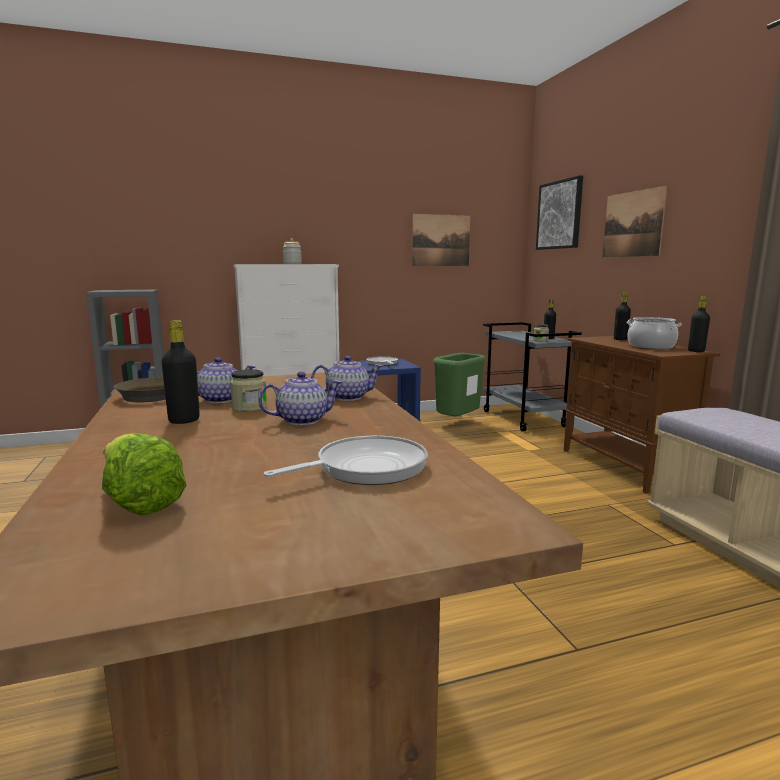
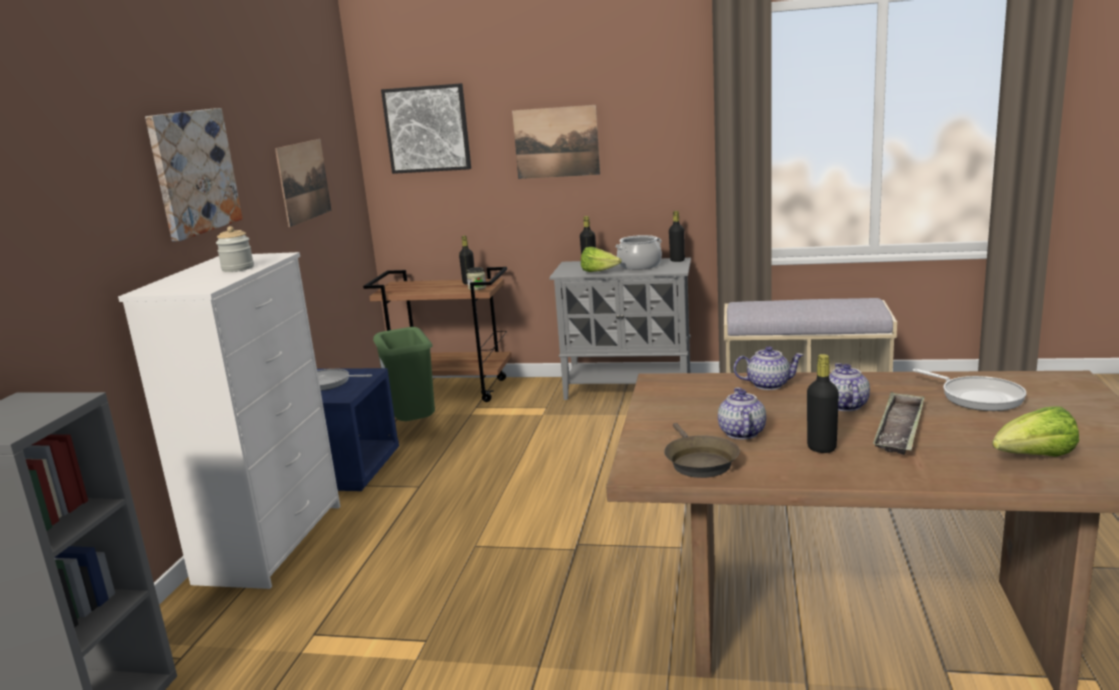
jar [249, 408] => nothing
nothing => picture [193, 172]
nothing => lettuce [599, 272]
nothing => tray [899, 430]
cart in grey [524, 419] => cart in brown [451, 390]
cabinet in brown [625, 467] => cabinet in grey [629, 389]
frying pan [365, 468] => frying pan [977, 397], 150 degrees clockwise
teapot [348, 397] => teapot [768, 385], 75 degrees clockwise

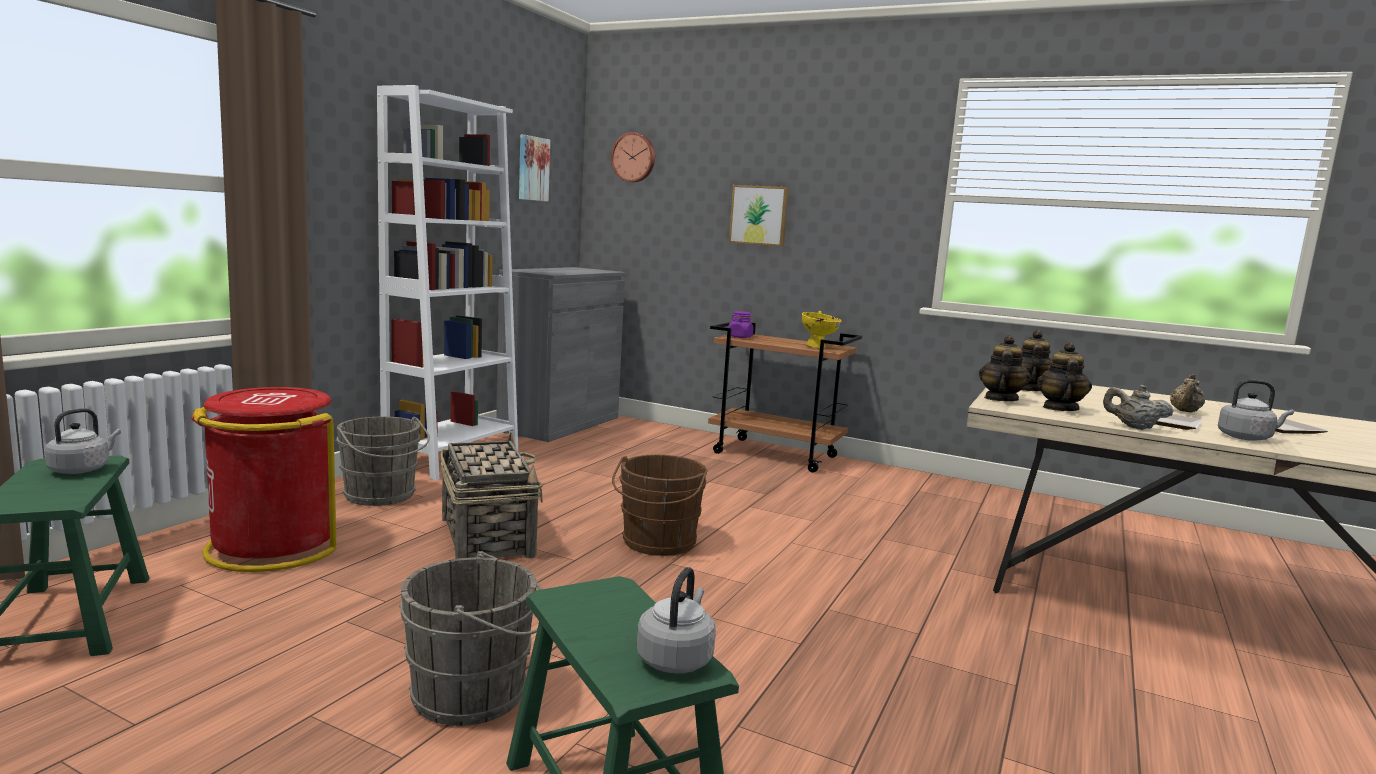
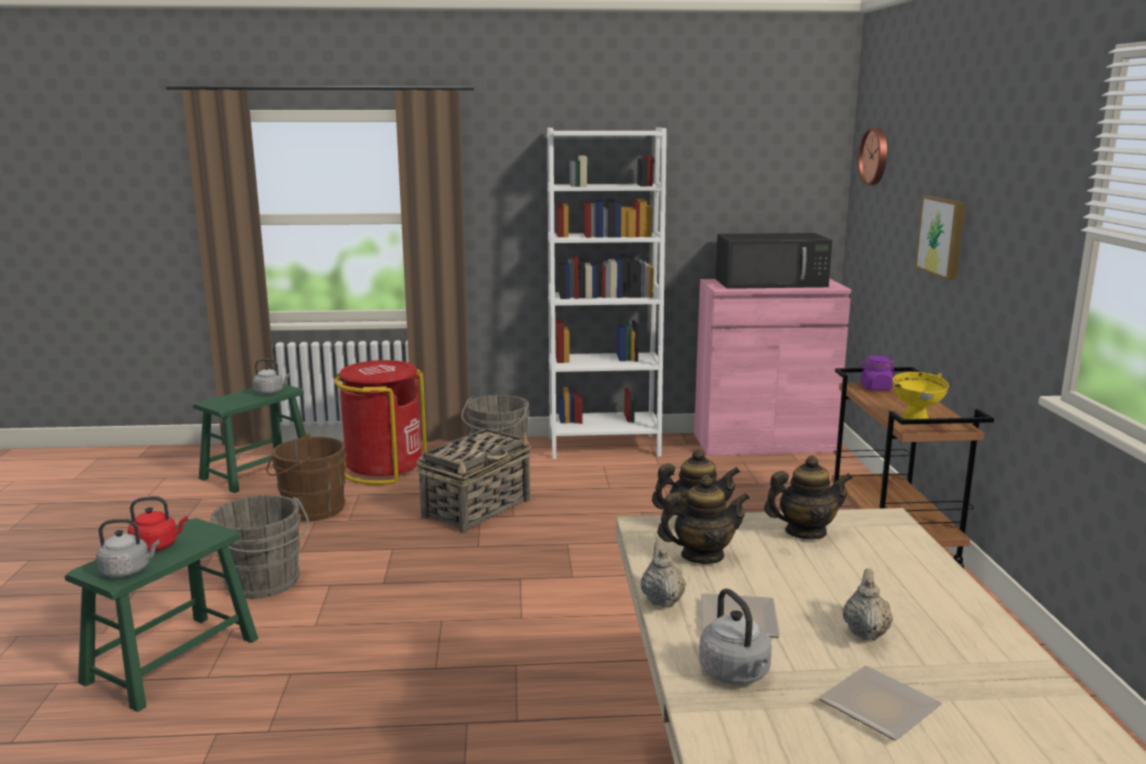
picture [532, 168] => nothing
nothing => kettle in red [157, 546]
nothing => microwave in black [772, 283]
bucket in brown [657, 543] => bucket in brown [309, 509], move
cabinet in grey [560, 424] => cabinet in pink [763, 442]
teapot in beige [1184, 412] => teapot in beige [865, 632], 105 degrees clockwise

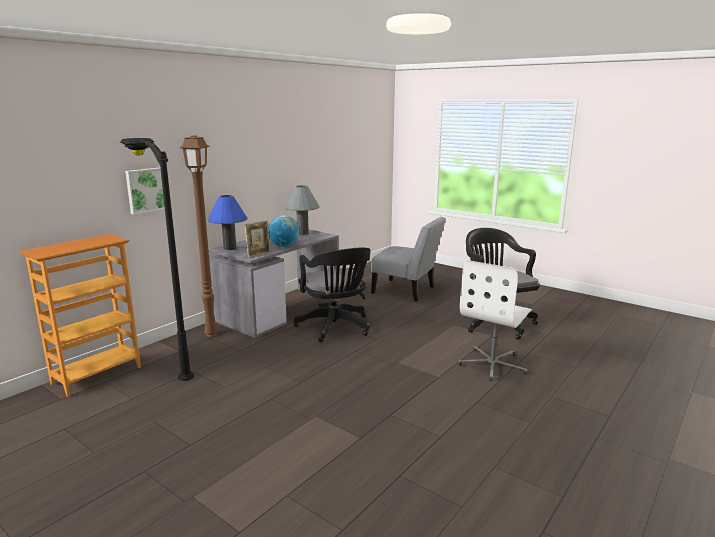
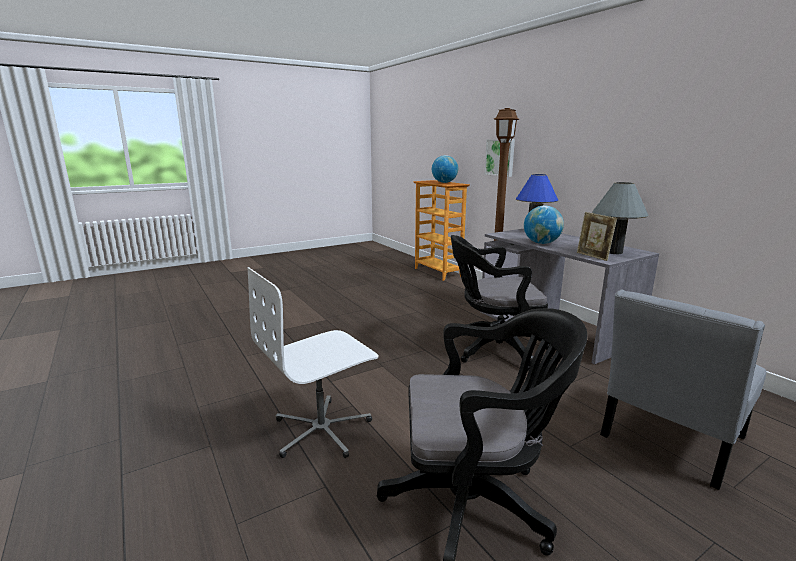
floor lamp in black [169, 359] => nothing
nothing => globe [444, 182]
picture frame [259, 254] => picture frame [593, 256], move
office chair in white [493, 365] => office chair in white [322, 430], 90 degrees counterclockwise

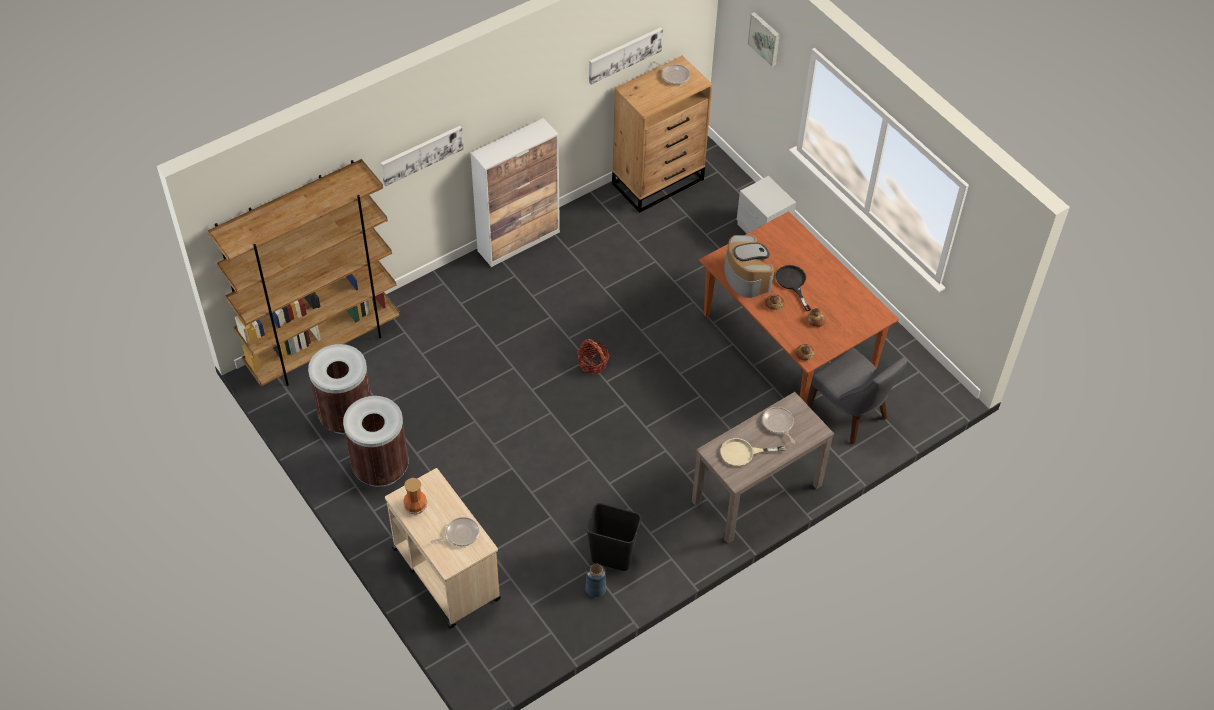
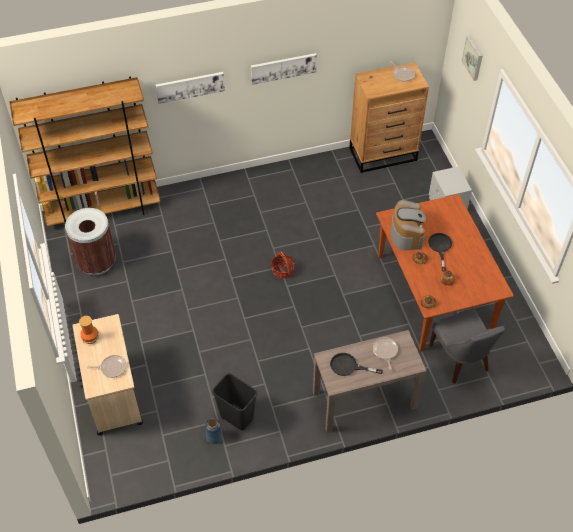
trash can in brown [381, 468] => nothing
cabinet [519, 241] => nothing
picture [624, 54] => picture [283, 68], move
frying pan in beige [743, 453] => frying pan in black [348, 366]

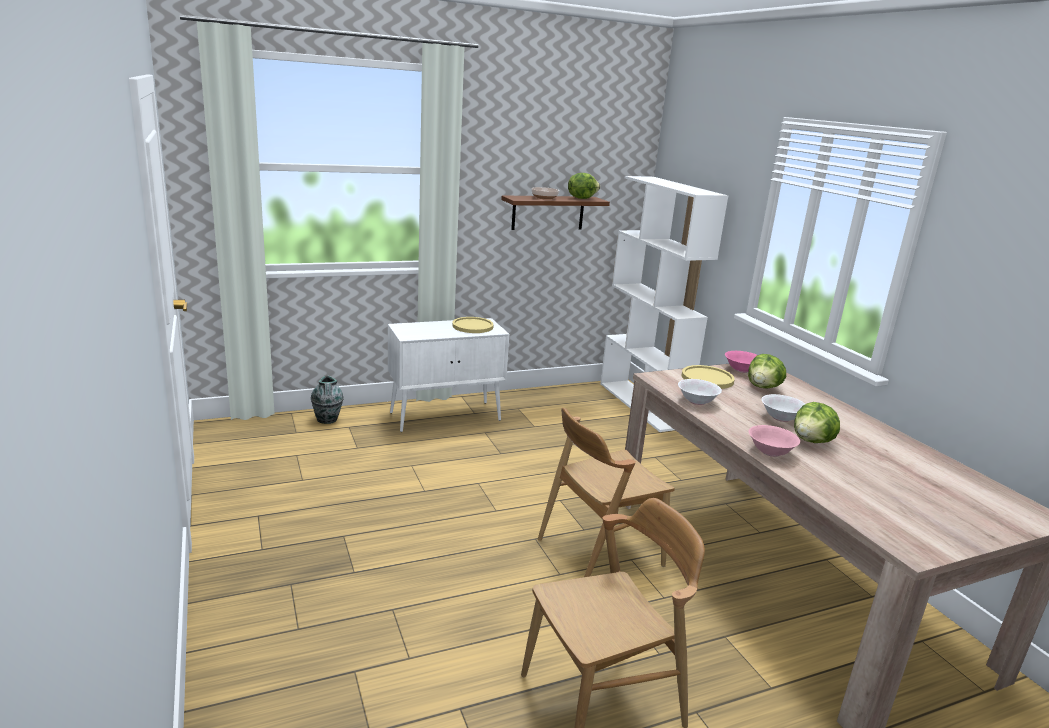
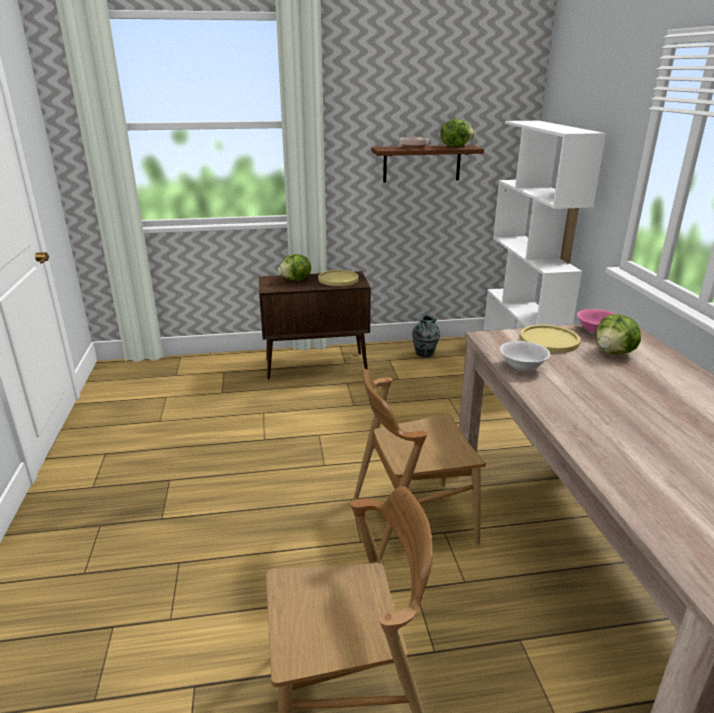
bowl in pink [770, 452] => nothing
bowl in white [781, 418] => nothing
vase [327, 420] => vase [424, 354], move
lettuce [812, 441] => lettuce [296, 280], move
cabinet in white [446, 416] => cabinet in brown [317, 365]

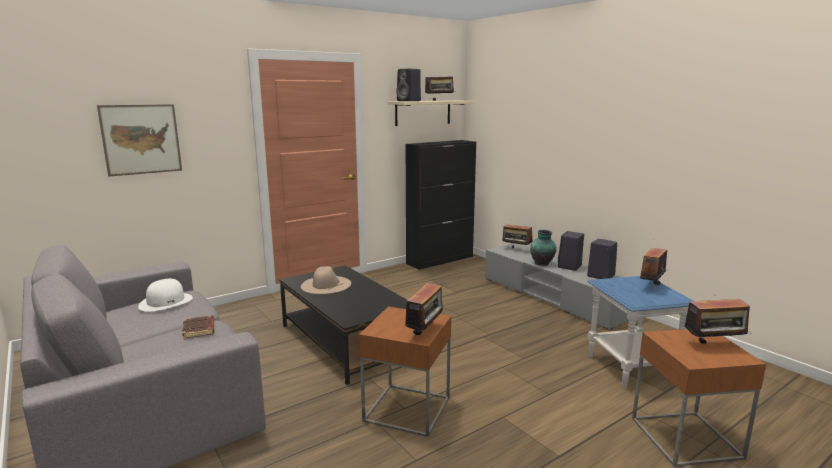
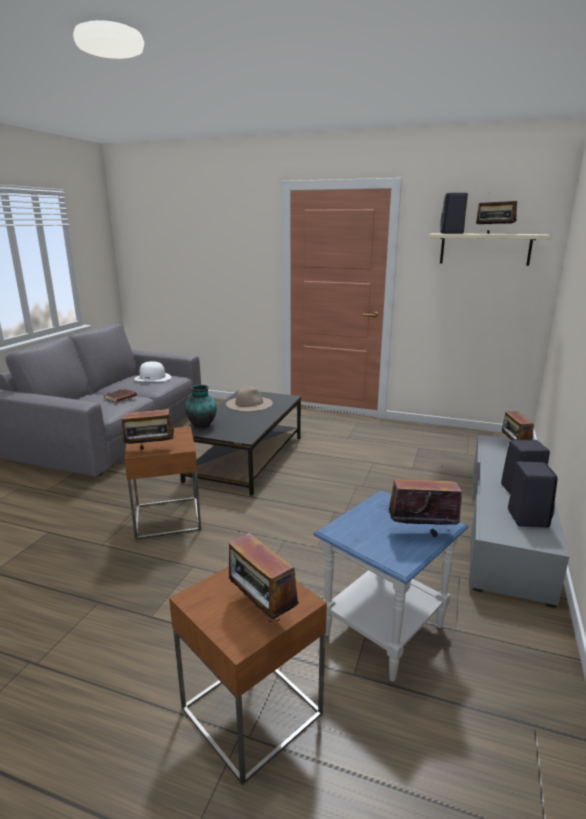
picture [141, 139] => nothing
cabinet in black [440, 260] => nothing
vase [542, 263] => vase [202, 426], move

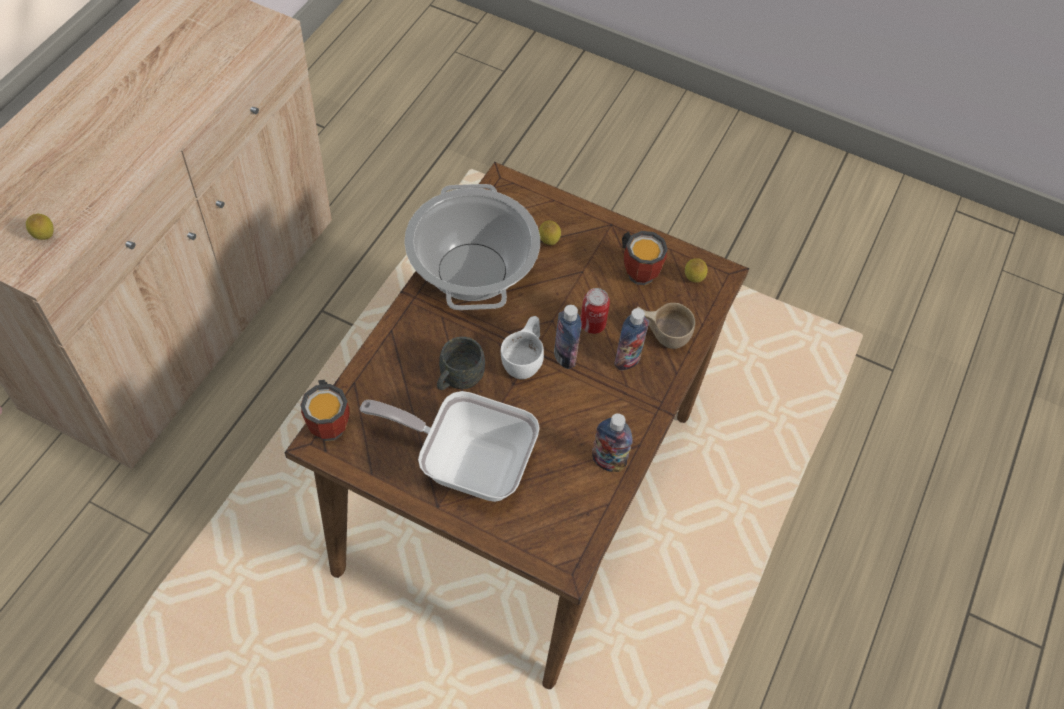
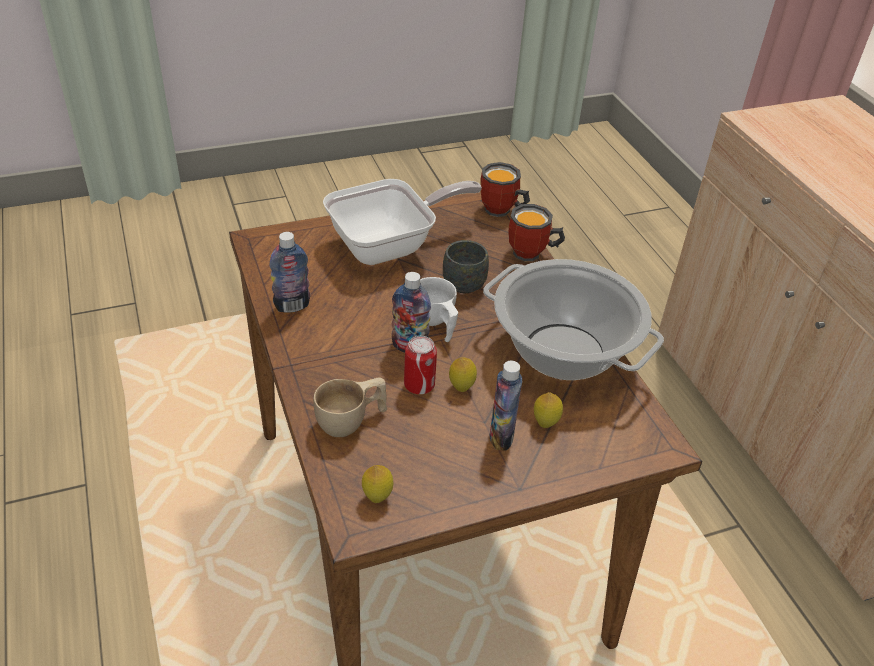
lemon [45, 237] => lemon [461, 387], move
bottle [627, 360] => bottle [501, 437], move
mug [639, 269] => mug [532, 255], move

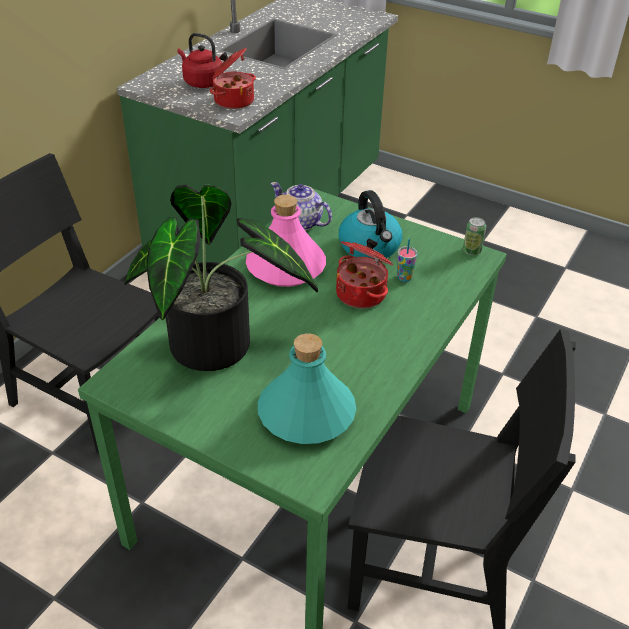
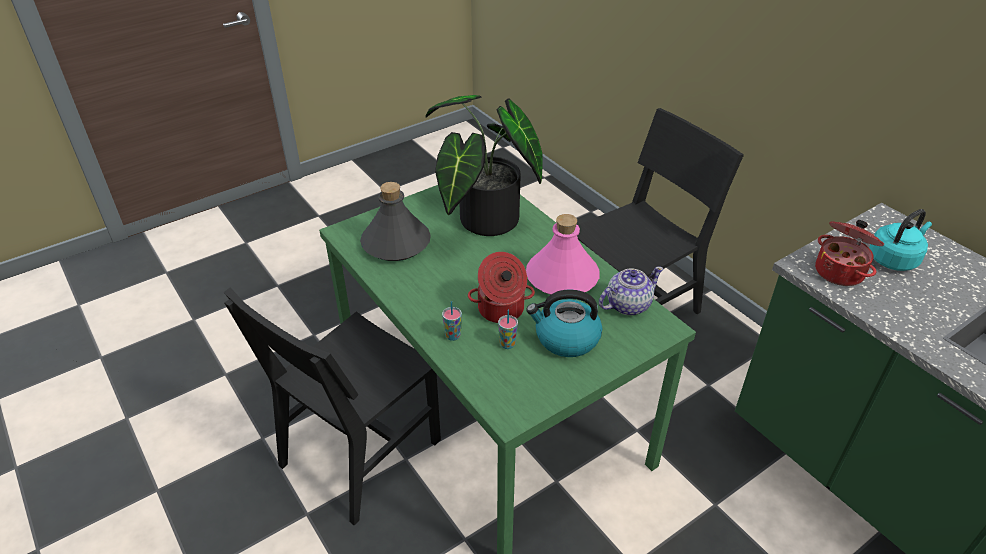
can [472, 251] => nothing
nothing => cup [453, 336]
kettle in red [201, 82] => kettle in turquoise [894, 259]
bottle in turquoise [306, 413] => bottle in grey [396, 243]

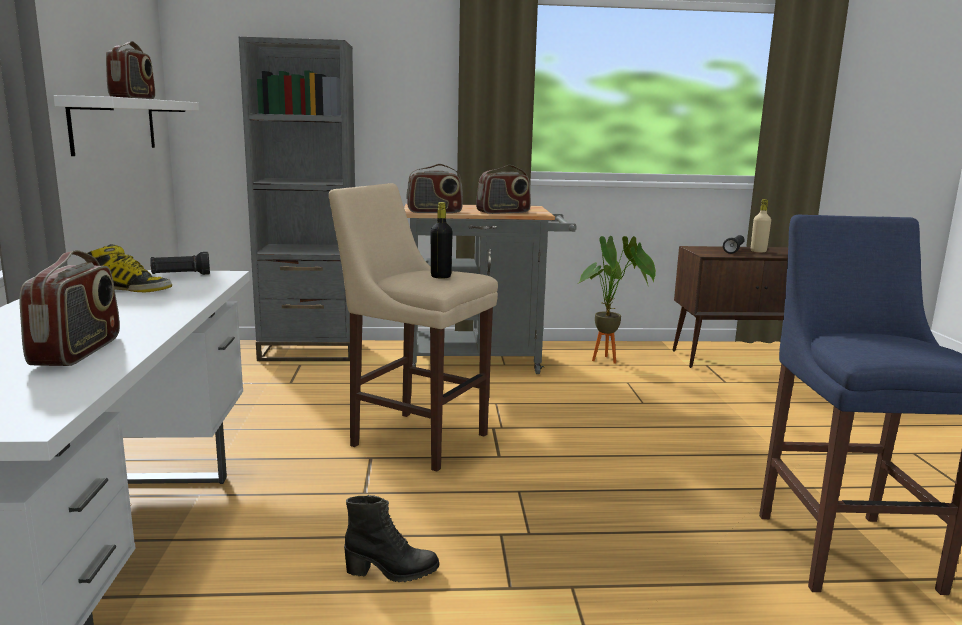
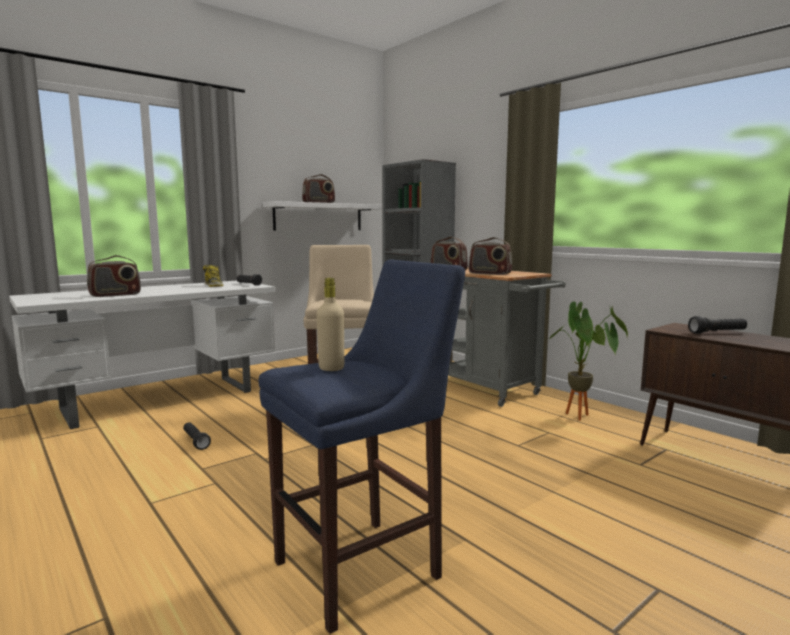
bottle in black [441, 276] => nothing
bottle in beige [758, 251] => bottle in beige [331, 368], move
boot in black [392, 572] => flashlight in black [195, 441]

